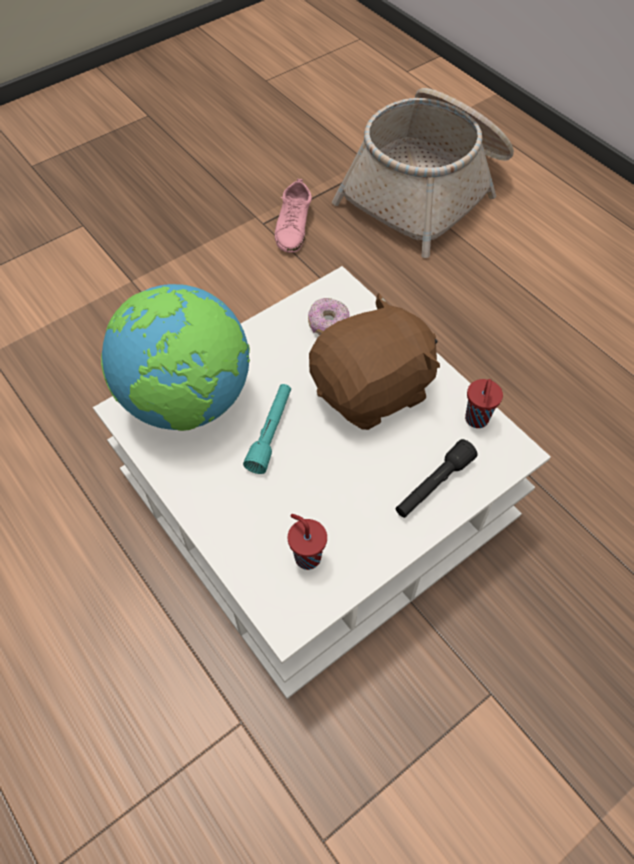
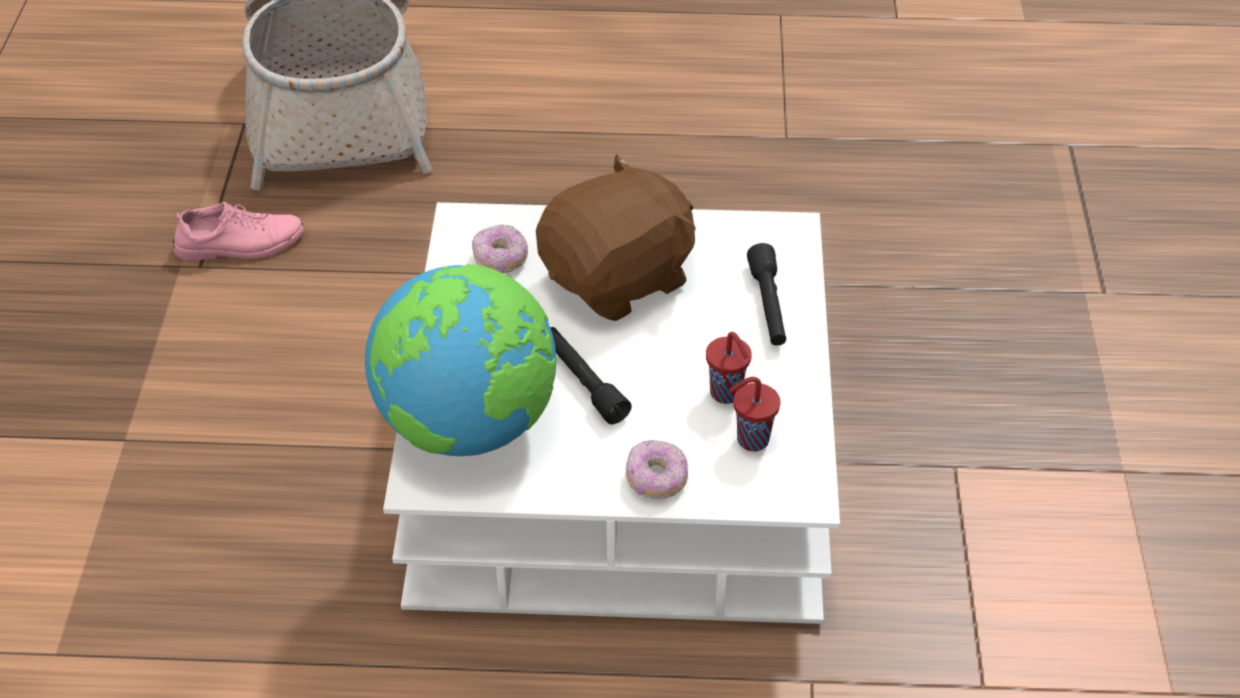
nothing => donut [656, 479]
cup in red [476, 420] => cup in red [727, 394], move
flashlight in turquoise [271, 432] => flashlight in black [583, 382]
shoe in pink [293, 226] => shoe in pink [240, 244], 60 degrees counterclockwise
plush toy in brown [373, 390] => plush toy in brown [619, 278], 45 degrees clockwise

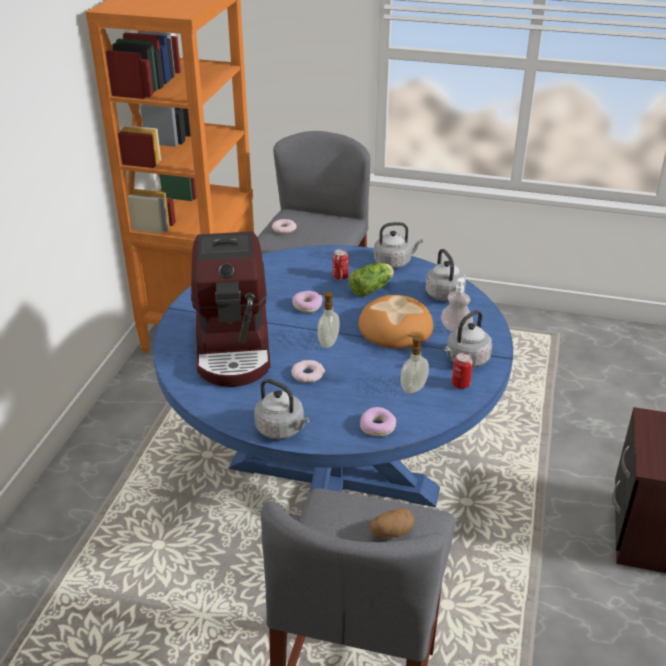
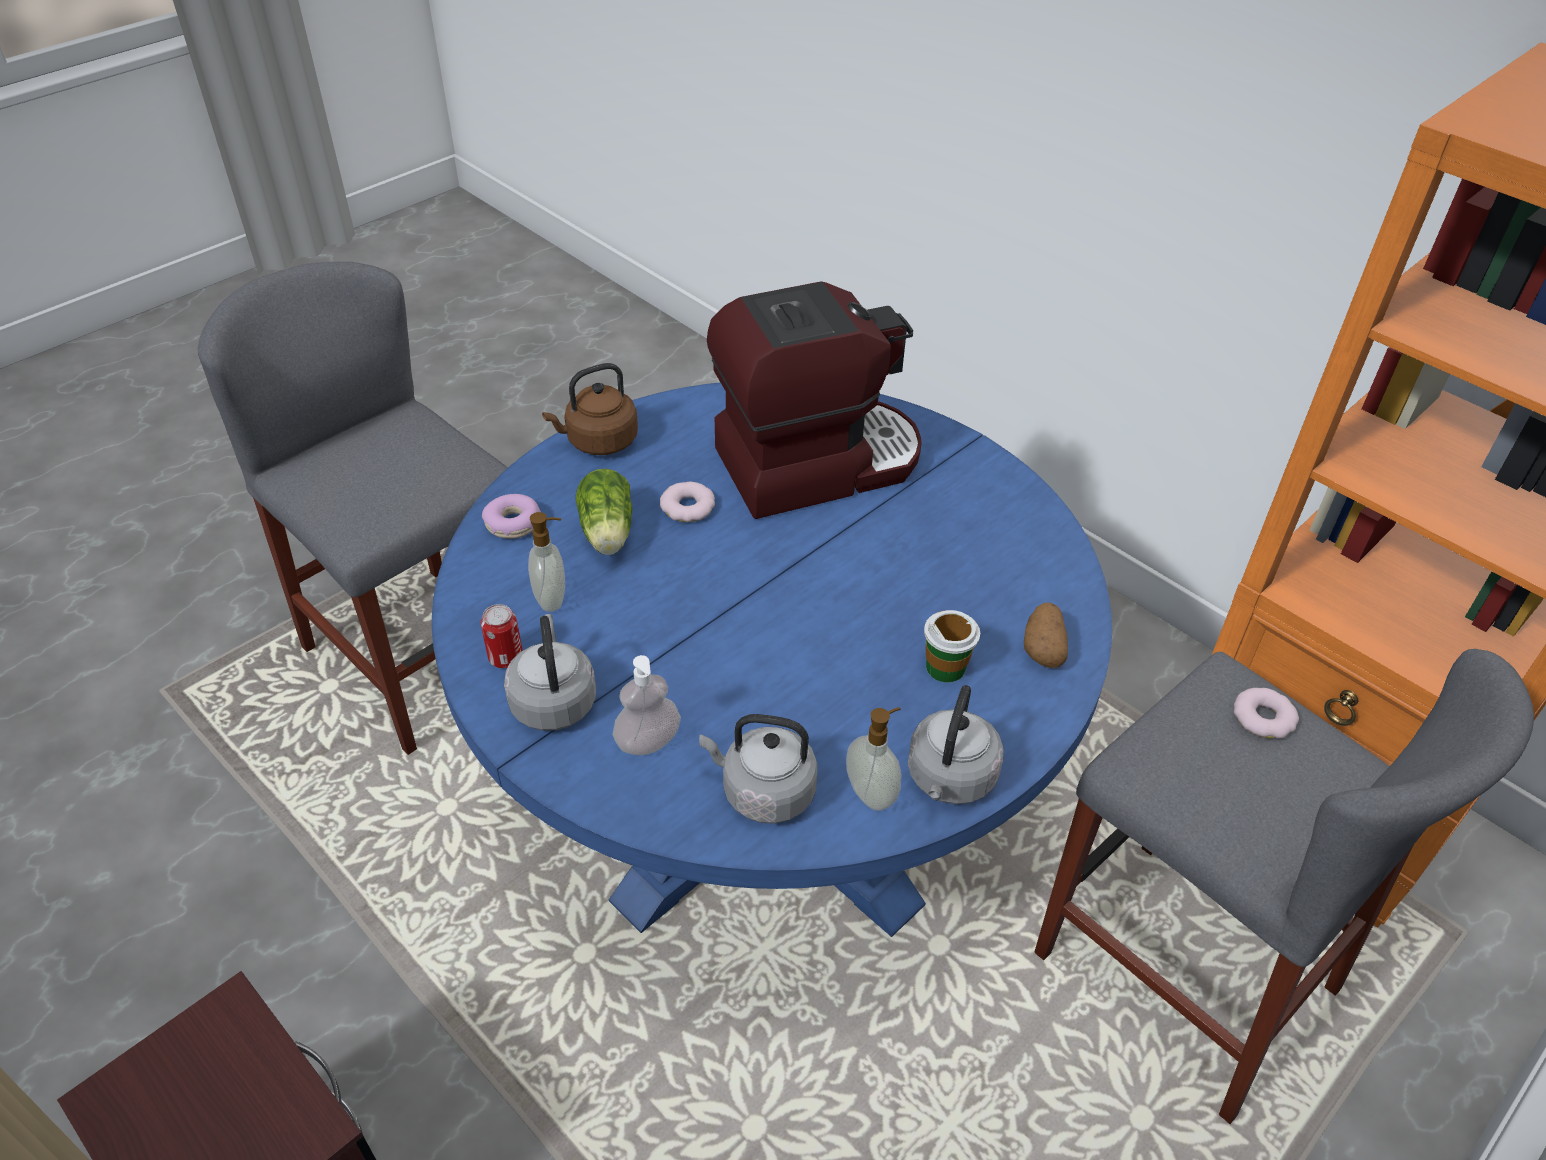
donut [307, 306] => nothing
bread [394, 328] => nothing
soap dispenser [327, 342] => soap dispenser [872, 793], move
lettuce [372, 288] => lettuce [607, 534], move
potato [391, 532] => potato [1043, 648], move
can [340, 277] => cup [945, 667]
kettle in grey [282, 429] => kettle in brown [598, 442]
coffee machine [235, 348] => coffee machine [816, 462], 135 degrees clockwise

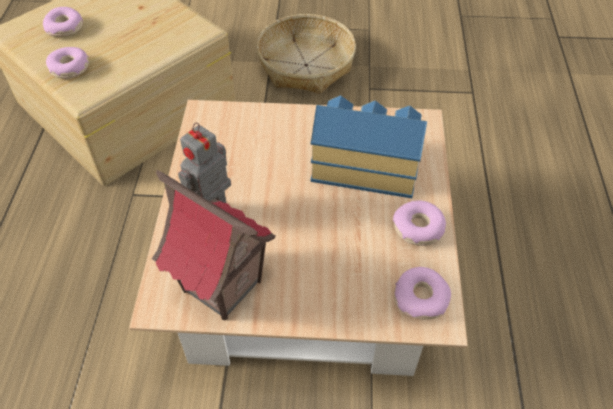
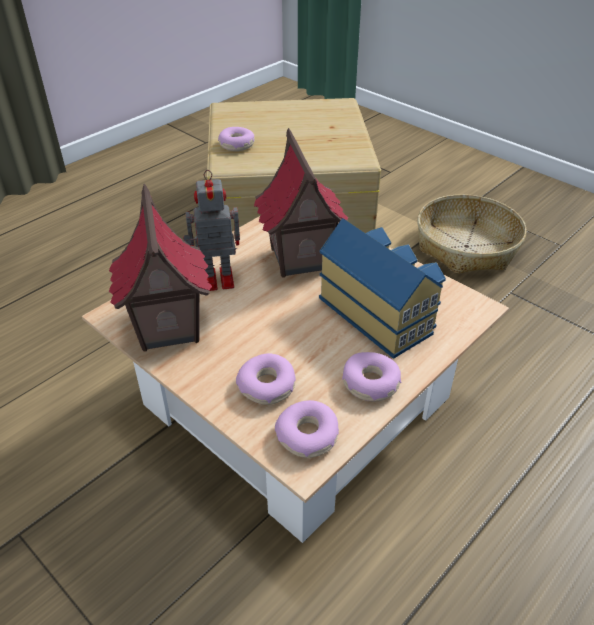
nothing => toy house [299, 259]
donut [65, 28] => donut [267, 386], move

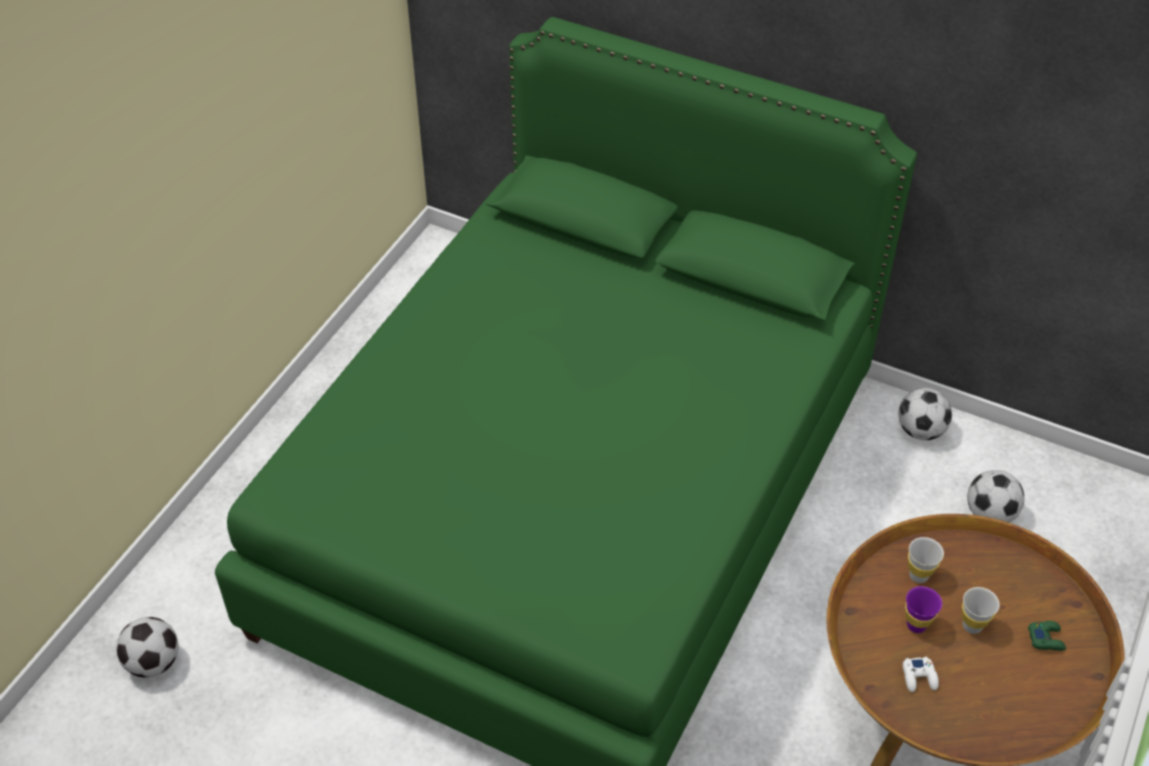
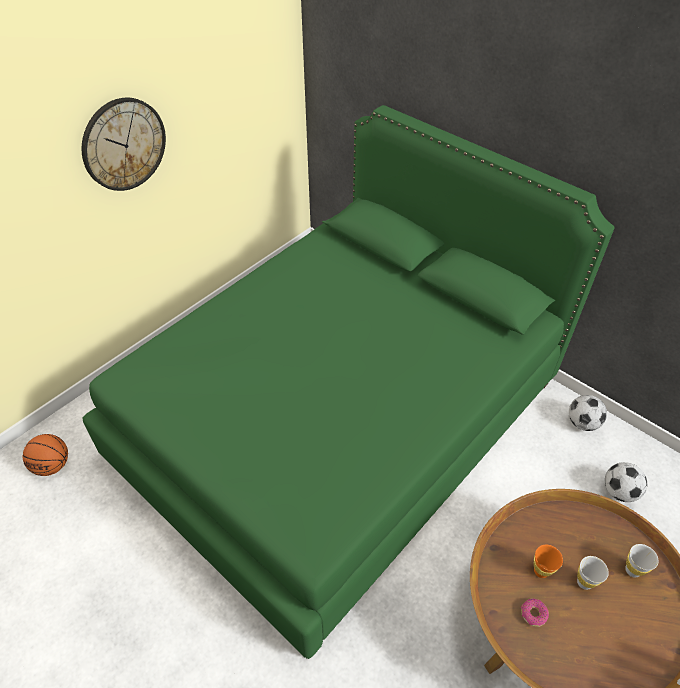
game controller in green [1046, 638] => nothing
nothing => wall clock [124, 144]
cup in white [918, 575] => cup in white [632, 570], move
football [154, 662] => basketball [52, 465]
game controller in white [919, 677] => donut [533, 614]
cup in purple [916, 625] => cup in orange [541, 571]

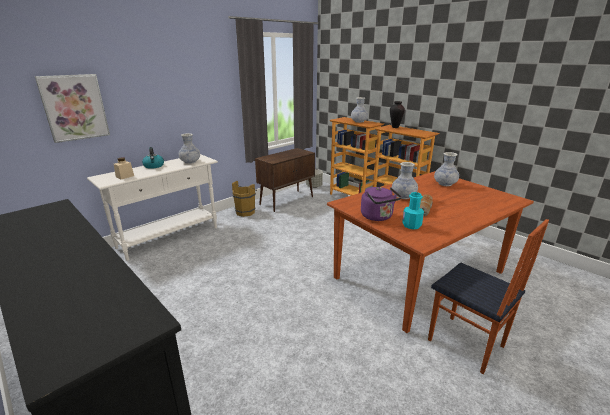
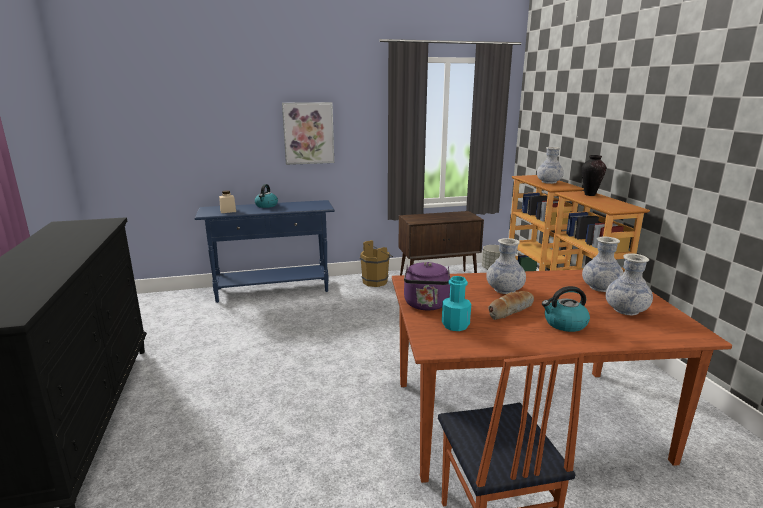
nothing => kettle [564, 324]
picture [74, 107] => picture [308, 133], move
vase [190, 162] => vase [626, 310], move
console table in white [169, 237] => console table in blue [273, 290]

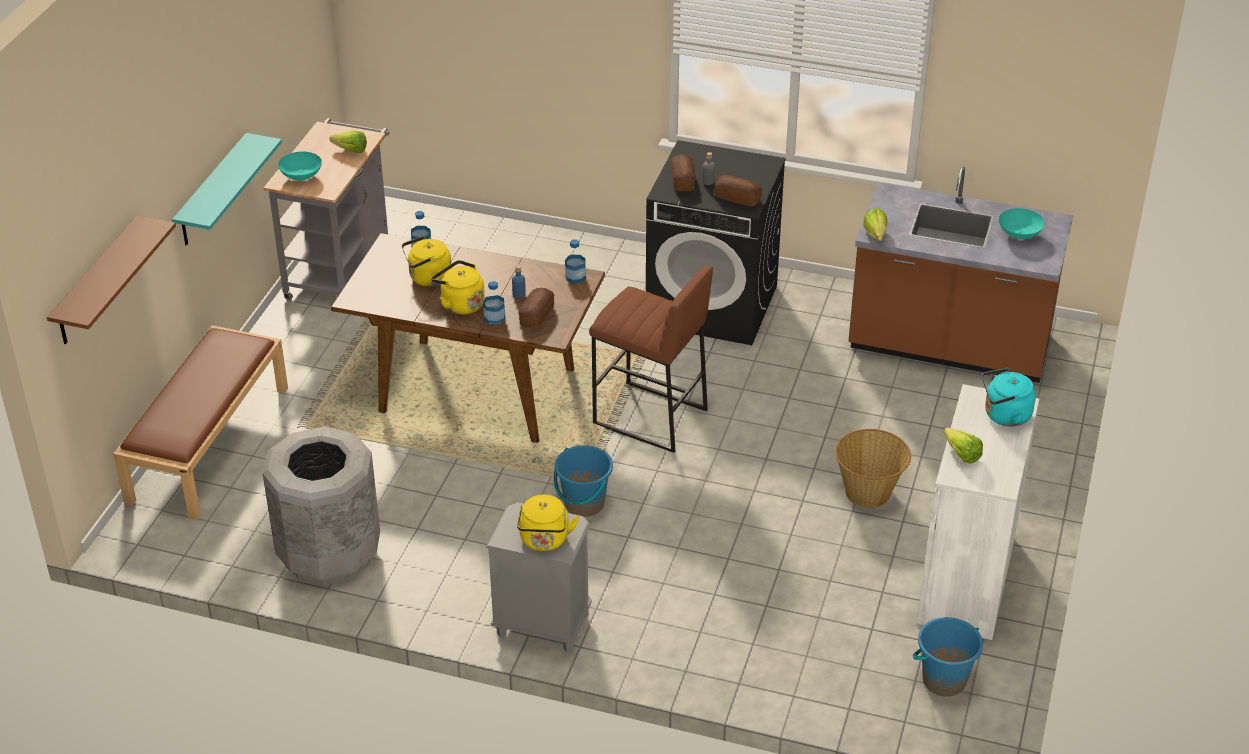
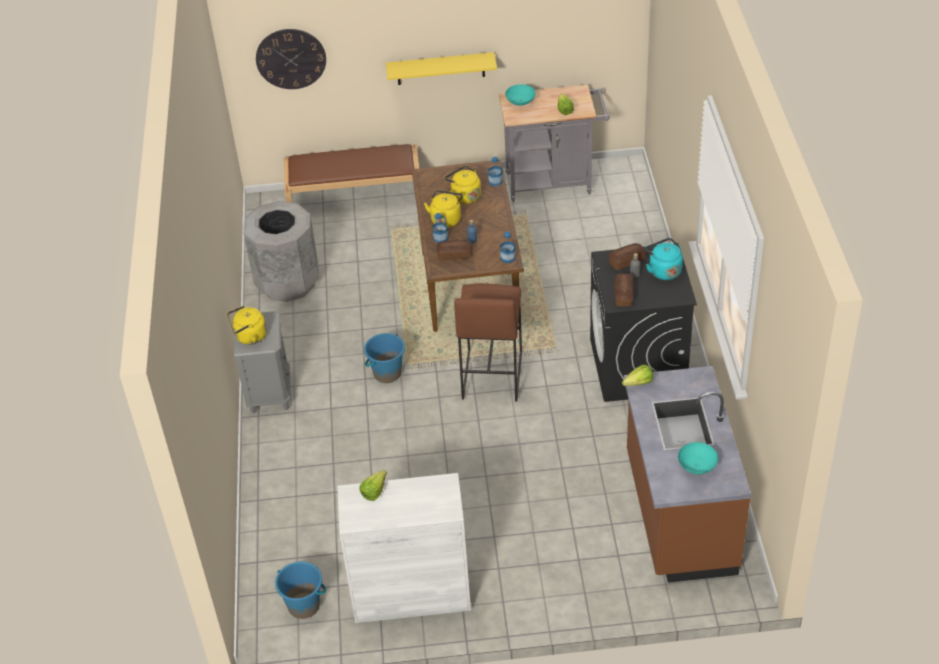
basket [868, 492] => nothing
kettle in turquoise [1004, 415] => kettle in turquoise [663, 270], move
shelf in brown [96, 282] => wall clock [291, 58]
shelf in turquoise [212, 191] => shelf in yellow [440, 68]

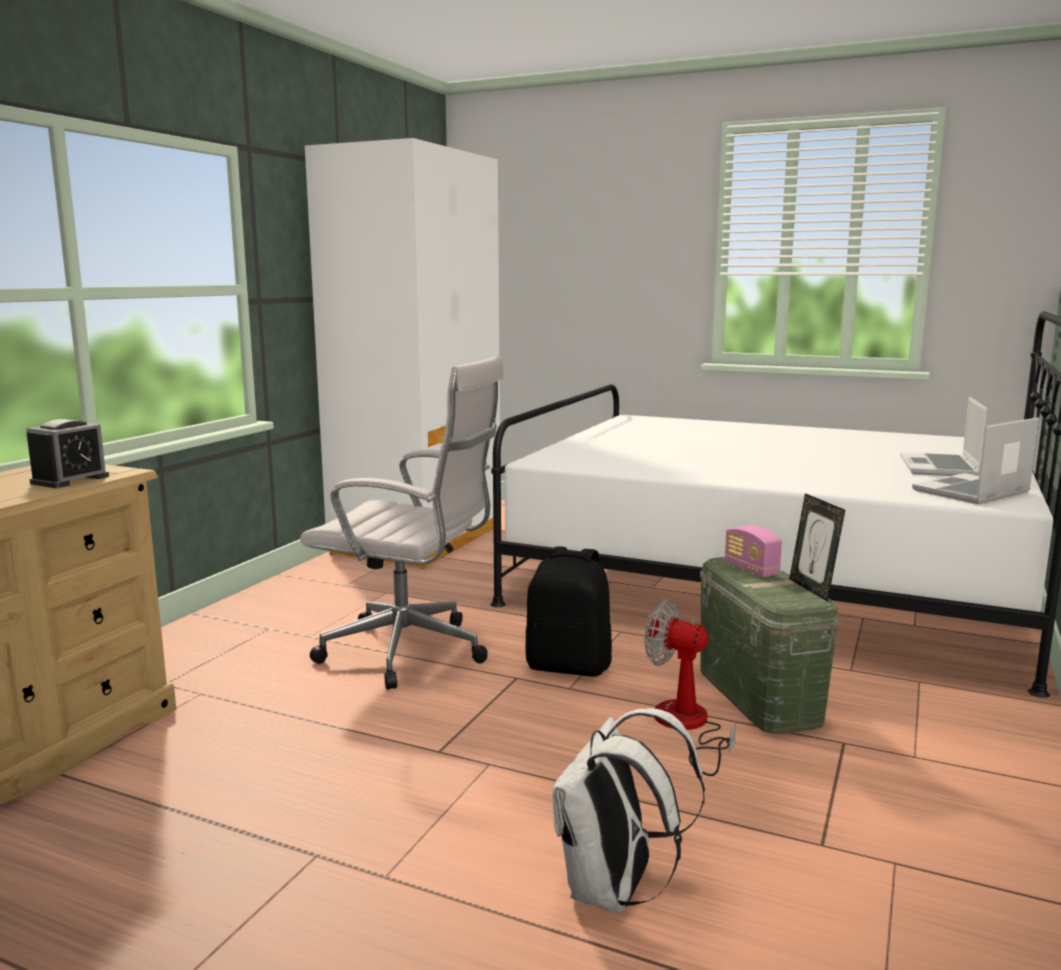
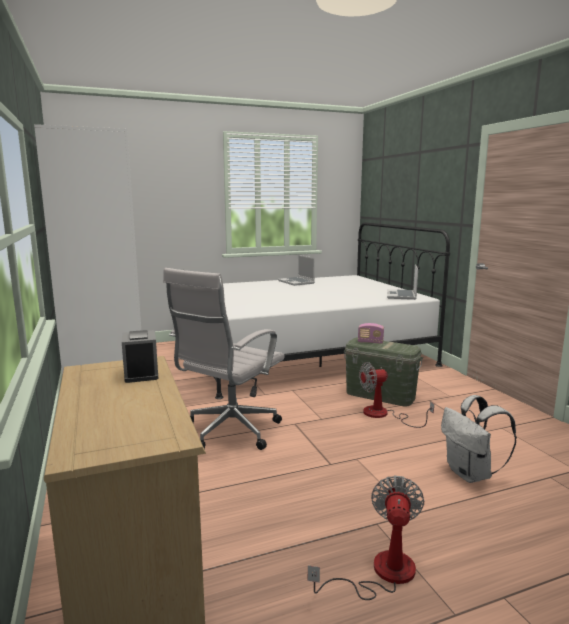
backpack in black [569, 666] => nothing
picture frame [812, 589] => nothing
nothing => fan [381, 573]
laptop [940, 468] => laptop [297, 282], move
office chair in white [412, 652] => office chair in white [229, 432], 150 degrees clockwise

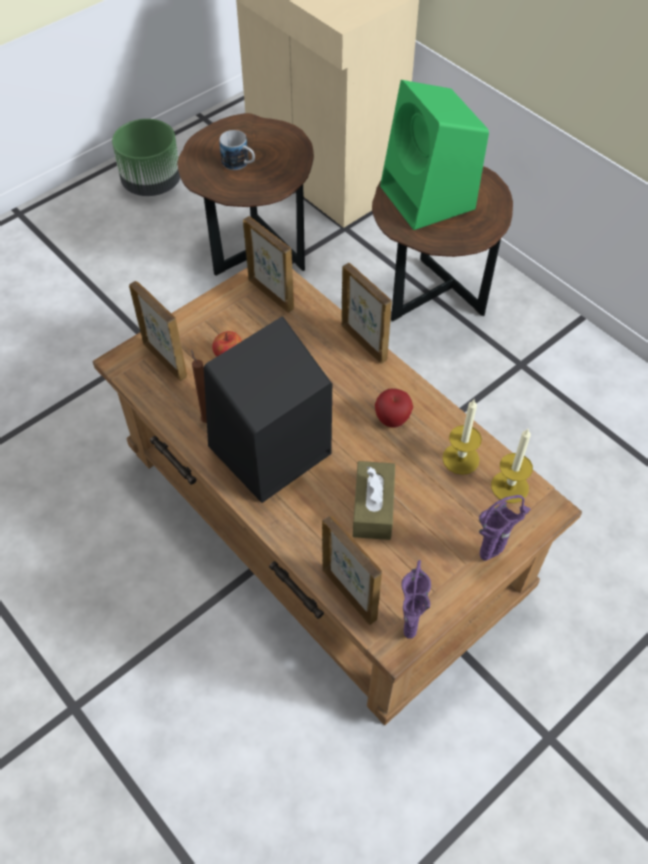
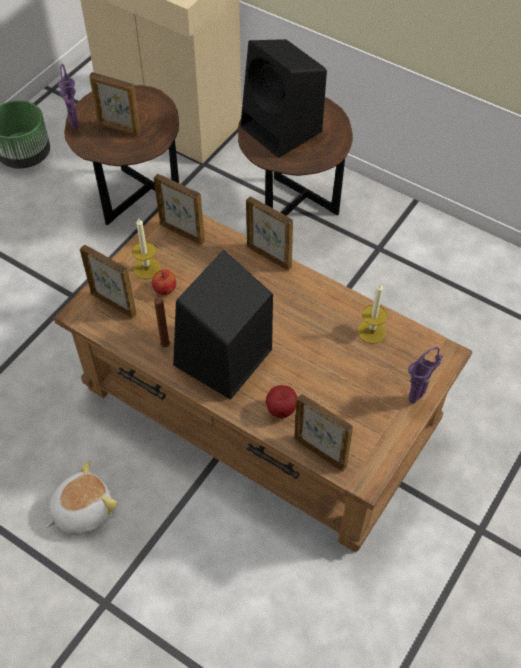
tissue box in brown [373, 508] => nothing
nothing => plush toy [82, 510]
apple [392, 420] => apple [281, 411], move
vase in purple [408, 633] => vase in purple [75, 128], move
candle [509, 486] => candle [146, 268], move
mug [240, 164] => picture frame [119, 129]
speaker in green [429, 199] => speaker in black [283, 130]

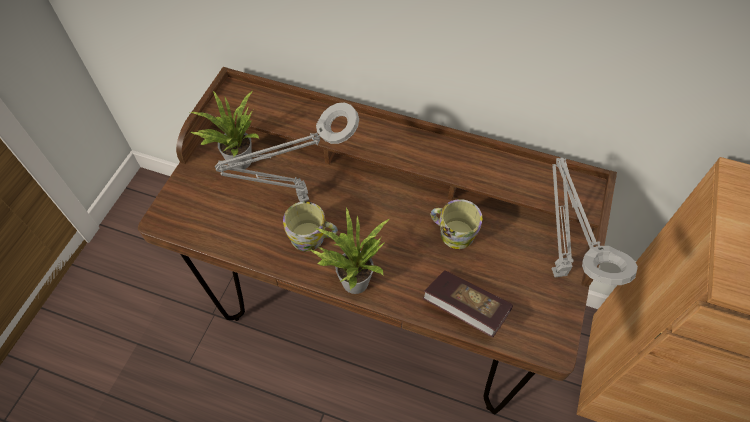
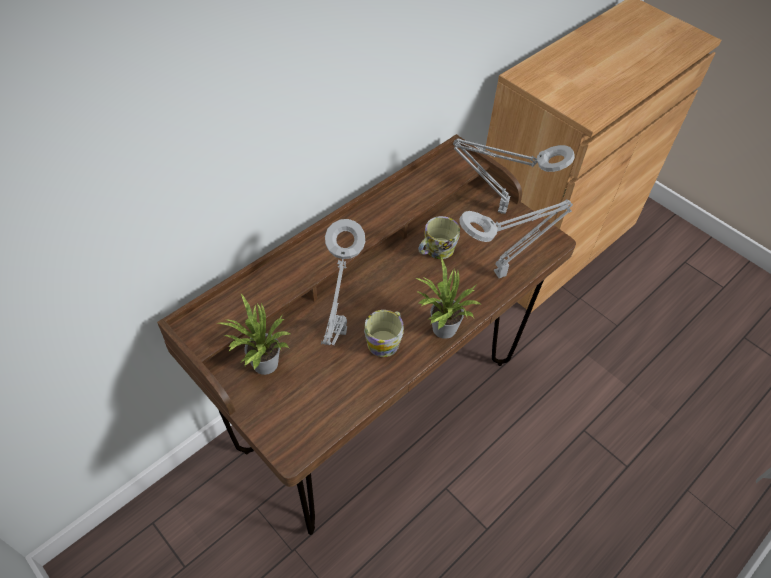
book [465, 308] => table lamp in grey [503, 273]

